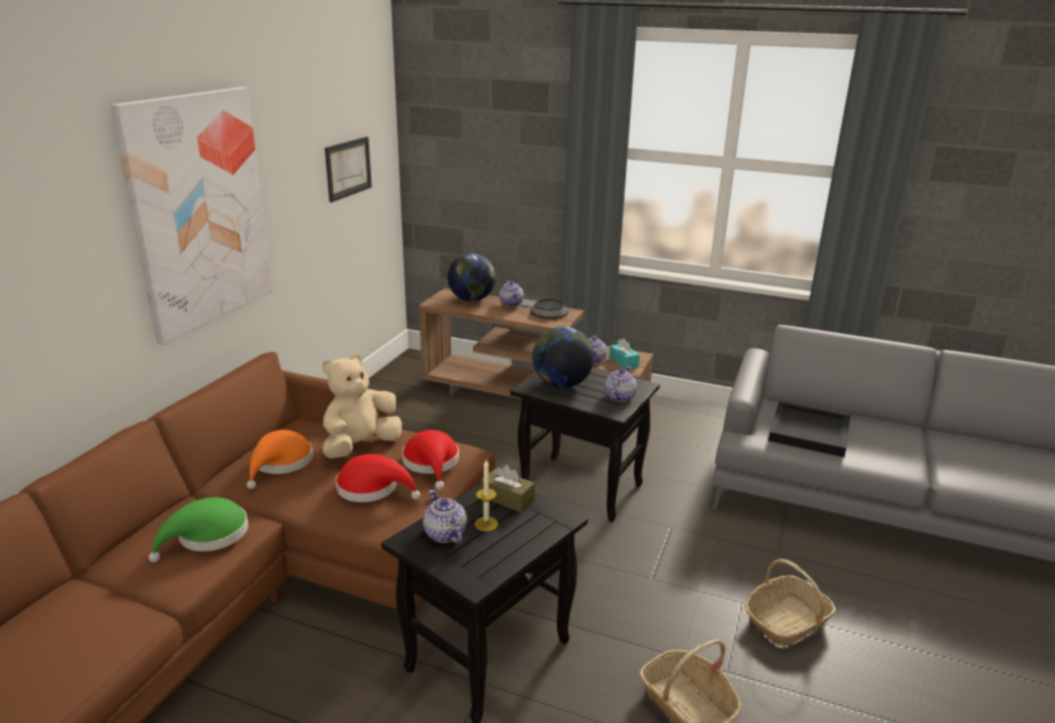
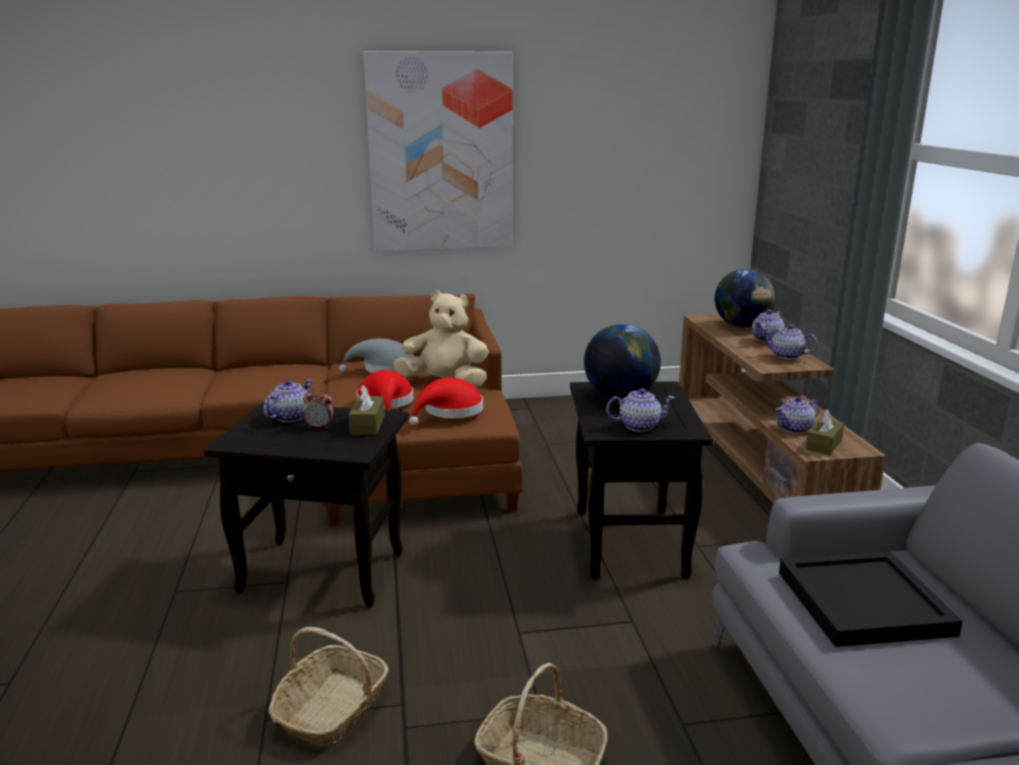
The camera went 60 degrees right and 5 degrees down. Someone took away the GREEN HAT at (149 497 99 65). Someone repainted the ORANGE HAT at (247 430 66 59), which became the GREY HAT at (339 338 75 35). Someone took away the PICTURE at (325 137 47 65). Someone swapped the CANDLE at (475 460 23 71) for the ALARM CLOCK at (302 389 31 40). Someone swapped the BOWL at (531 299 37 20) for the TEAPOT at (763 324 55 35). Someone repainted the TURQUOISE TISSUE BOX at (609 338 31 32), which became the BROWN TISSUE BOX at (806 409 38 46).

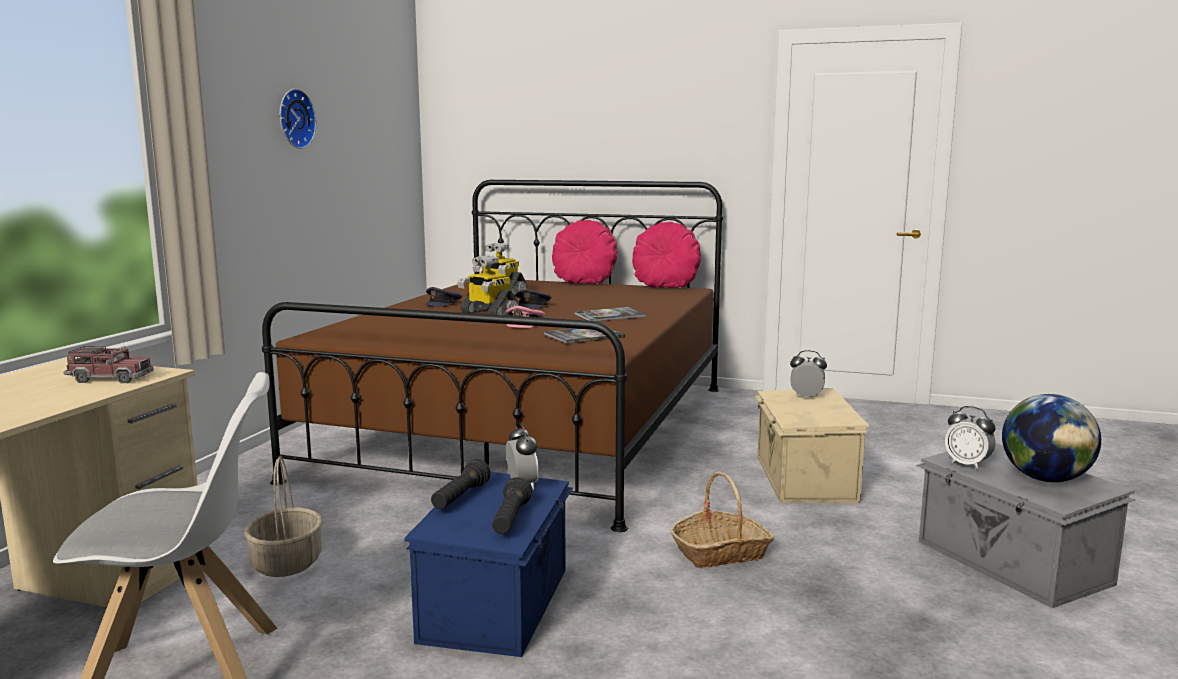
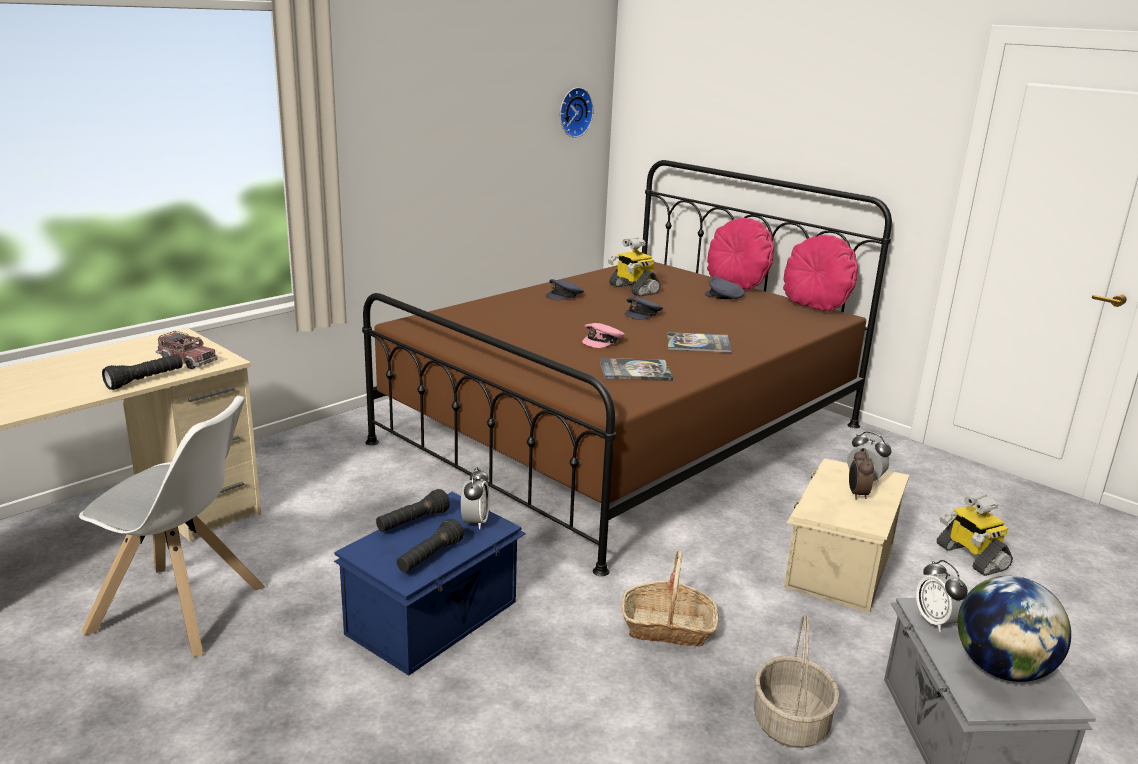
The camera went 25 degrees right and 10 degrees up. Someone carried the BASKET from (244 456 78 121) to (754 614 86 134). Someone carried the WALL CLOCK from (280 89 36 60) to (560 87 34 51). Someone carried the TOY ROBOT from (457 255 62 61) to (937 494 76 82). Someone put down the BLACK FLASHLIGHT at (102 354 81 36). Someone put down the GREY CAP at (704 276 40 23). Someone put down the ALARM CLOCK at (849 448 25 52).

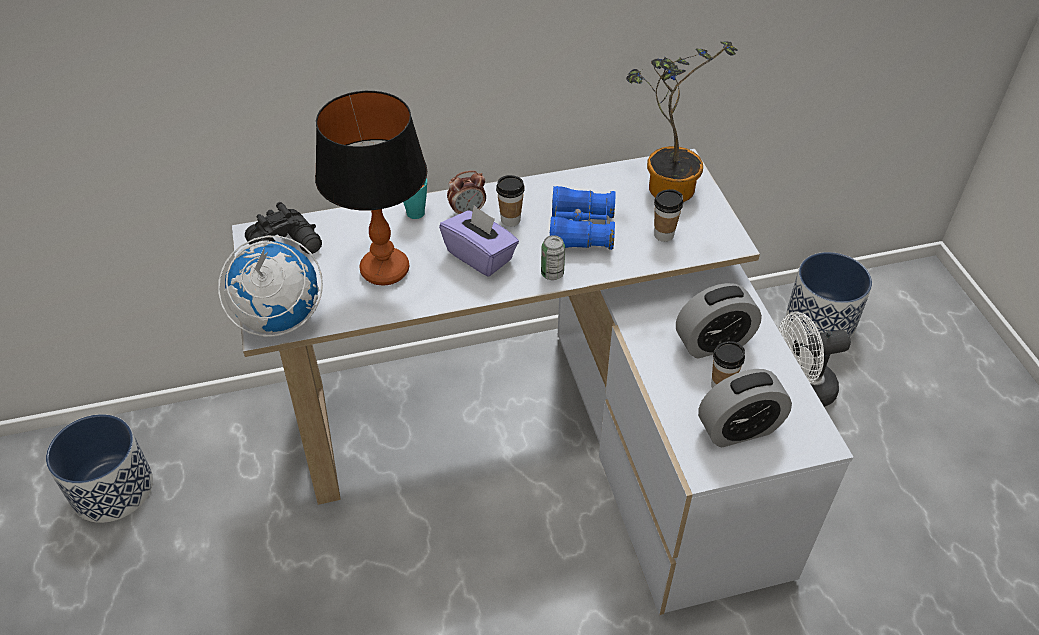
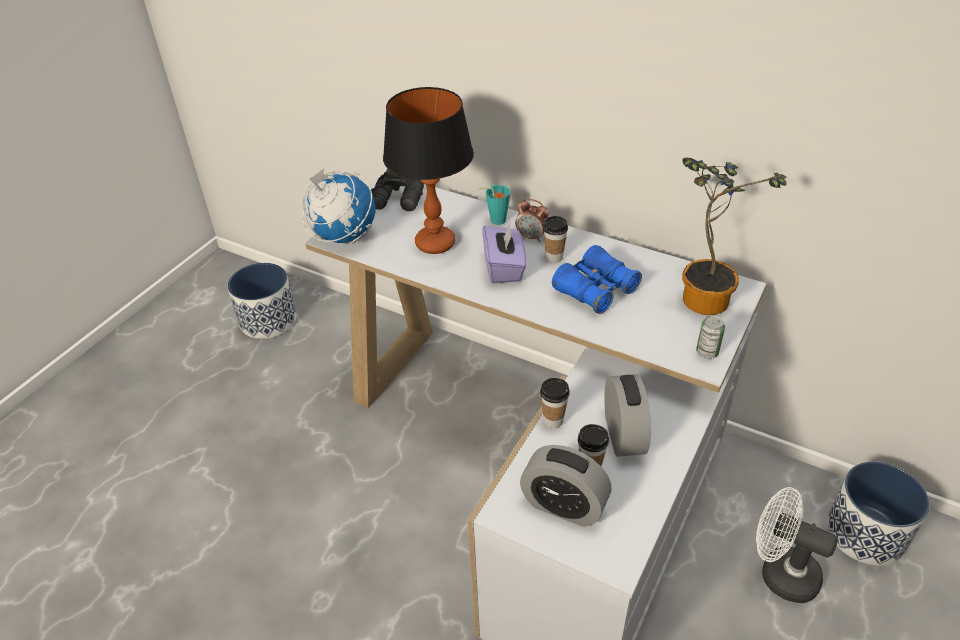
The camera went 45 degrees right and 5 degrees down. Someone carried the CAN from (541 235 24 45) to (696 315 29 44). Someone carried the CUP from (654 189 29 53) to (540 378 30 50). Someone rotated the ALARM CLOCK at (676 283 86 76) by 120 degrees counterclockwise.

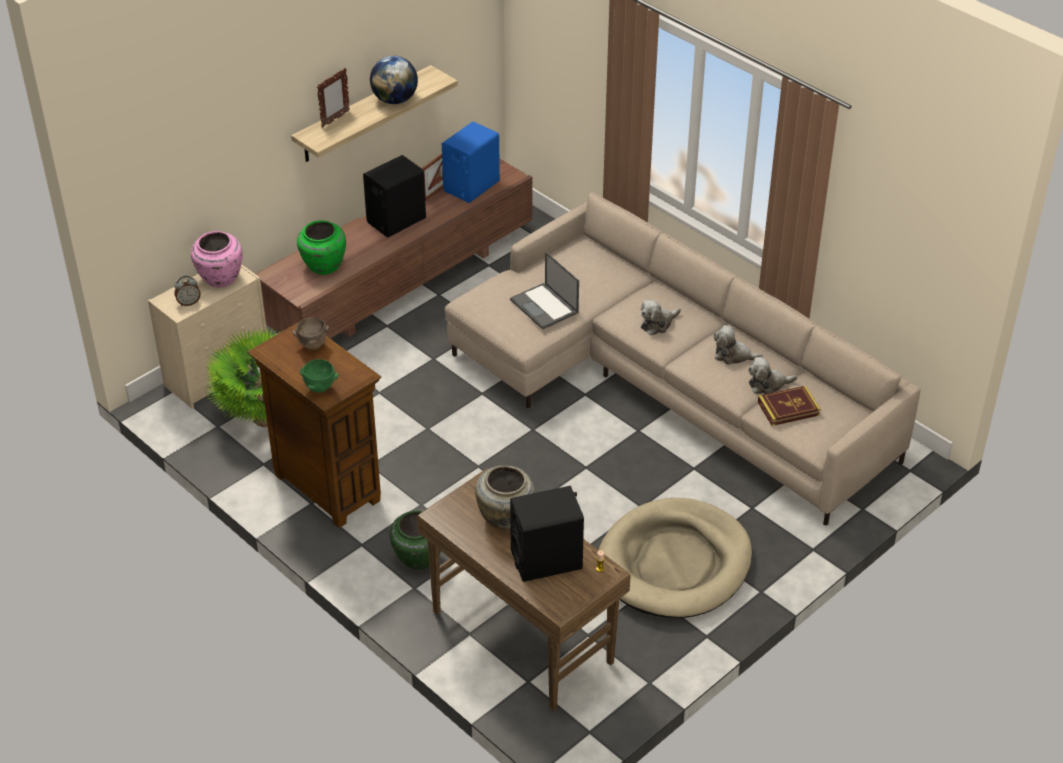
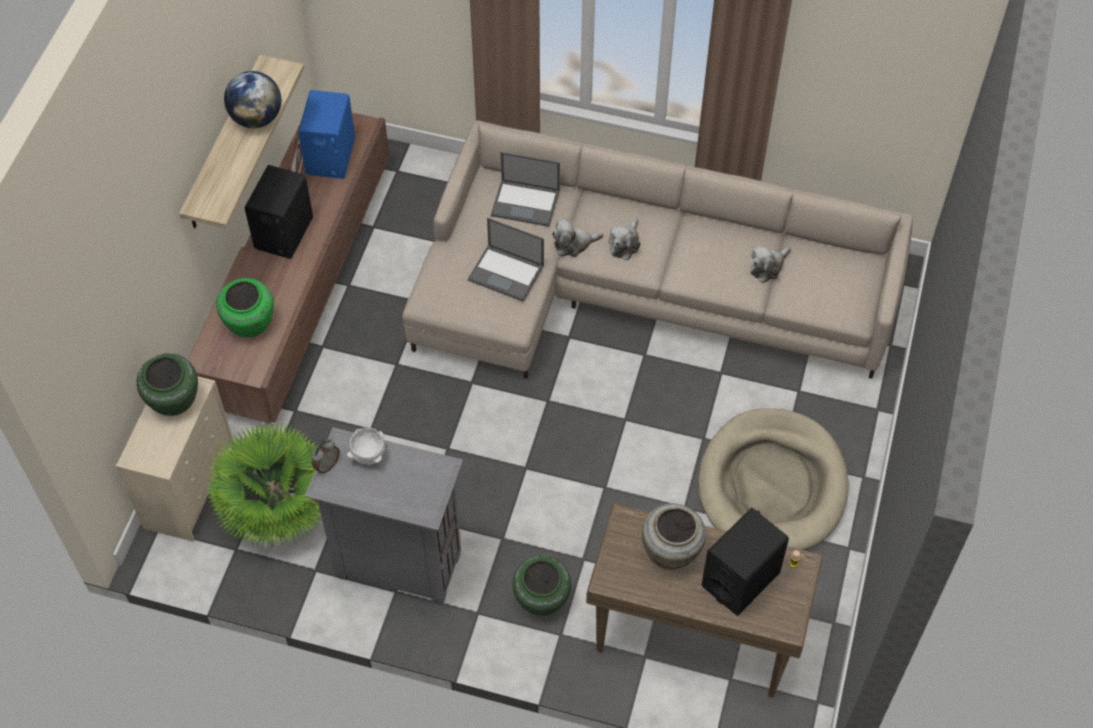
The camera went 30 degrees left and 15 degrees up. Someone carried the ALARM CLOCK from (174 276 27 30) to (312 439 28 35). Someone repainted the PINK VASE at (191 231 52 57), which became the GREEN VASE at (136 353 62 63). Someone repainted the BROWN CABINET at (247 322 135 206), which became the GREY CABINET at (305 427 158 178). Someone repainted the BROWN BOWL at (293 317 36 33), which became the WHITE BOWL at (347 428 38 37). Someone took away the GREEN BOWL at (300 359 38 34). Someone took away the PICTURE FRAME at (317 68 33 59). Someone carried the PLUSH TOY from (714 325 49 40) to (552 219 51 38). Someone took away the BOOK at (758 386 63 40). Someone put down the LAPTOP at (491 152 69 75).

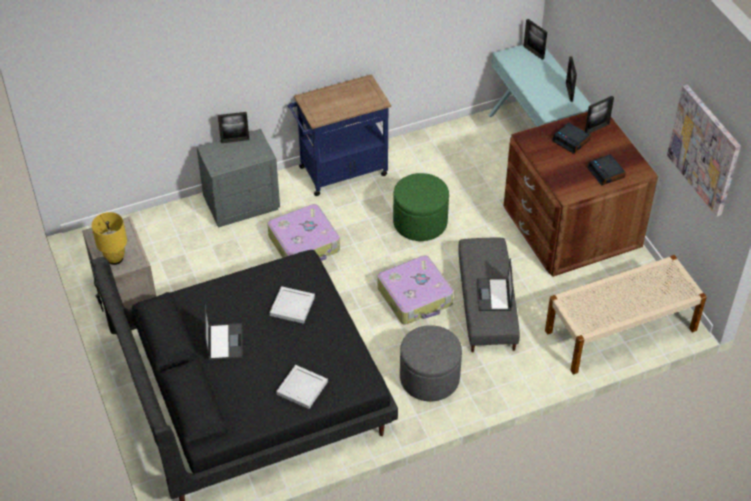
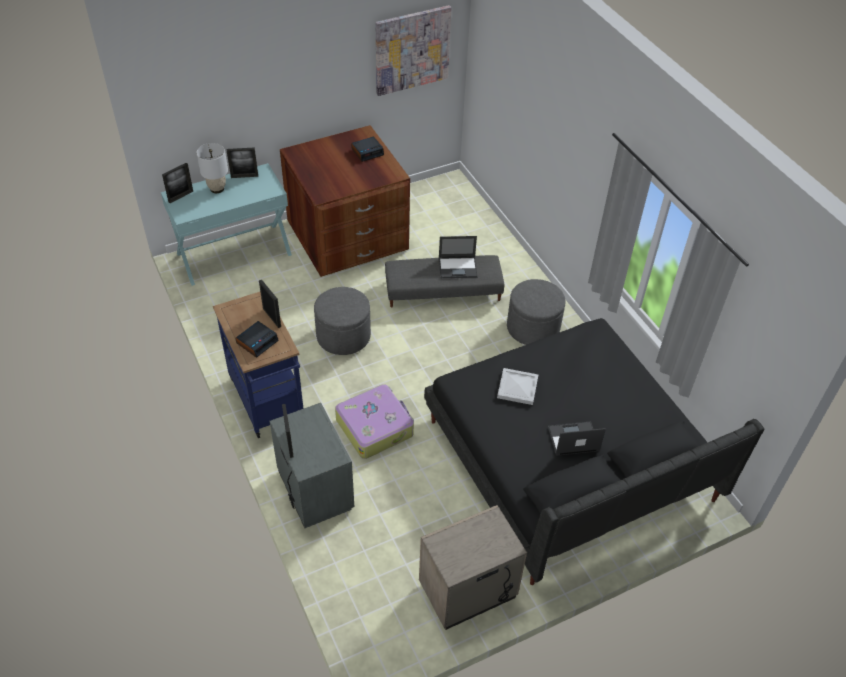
The camera went 95 degrees left and 0 degrees up. Someone took away the YELLOW TABLE LAMP at (92 212 35 53). Someone took away the WHITE TRAY at (276 365 52 44). Someone took away the SUITCASE at (377 255 76 70). Someone repainted the GREEN OTTOMAN at (393 173 56 68), which became the GREY OTTOMAN at (314 287 57 68). Someone took away the BEIGE BENCH at (545 255 162 120). Someone carried the ALARM CLOCK from (552 123 39 31) to (235 321 44 37). Someone carried the PICTURE FRAME from (585 96 29 38) to (259 279 22 49). Someone put down the WHITE TABLE LAMP at (196 143 32 50).

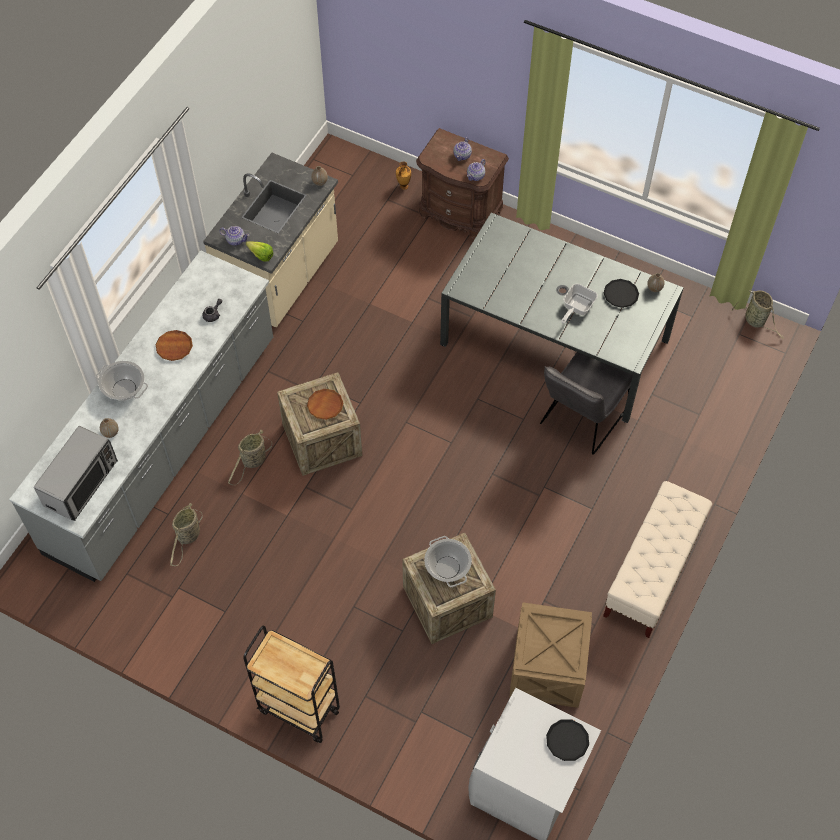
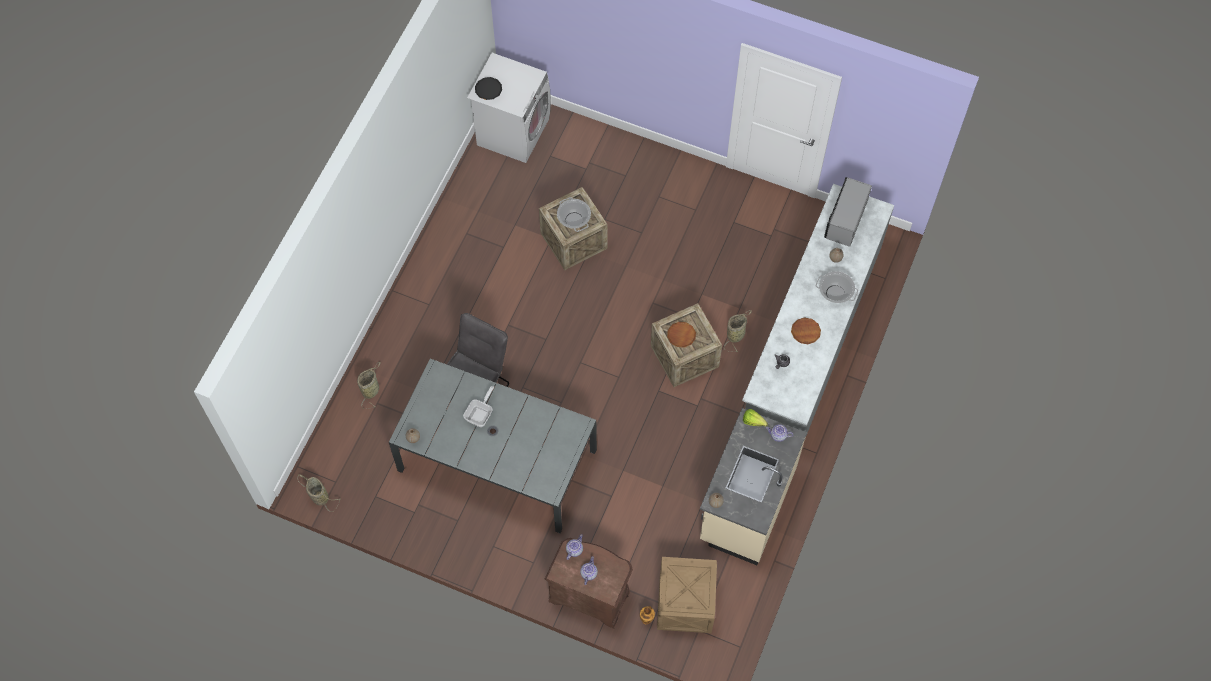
The camera went 175 degrees right and 5 degrees up. Someone carried the BASKET from (170 503 33 63) to (357 362 24 47). Someone took away the BROWN CART at (243 626 97 117). Someone carried the CRATE from (509 602 83 106) to (657 557 60 76). Someone took away the BEIGE BENCH at (603 481 109 157). Someone took away the BLACK PLATE at (604 279 35 29).

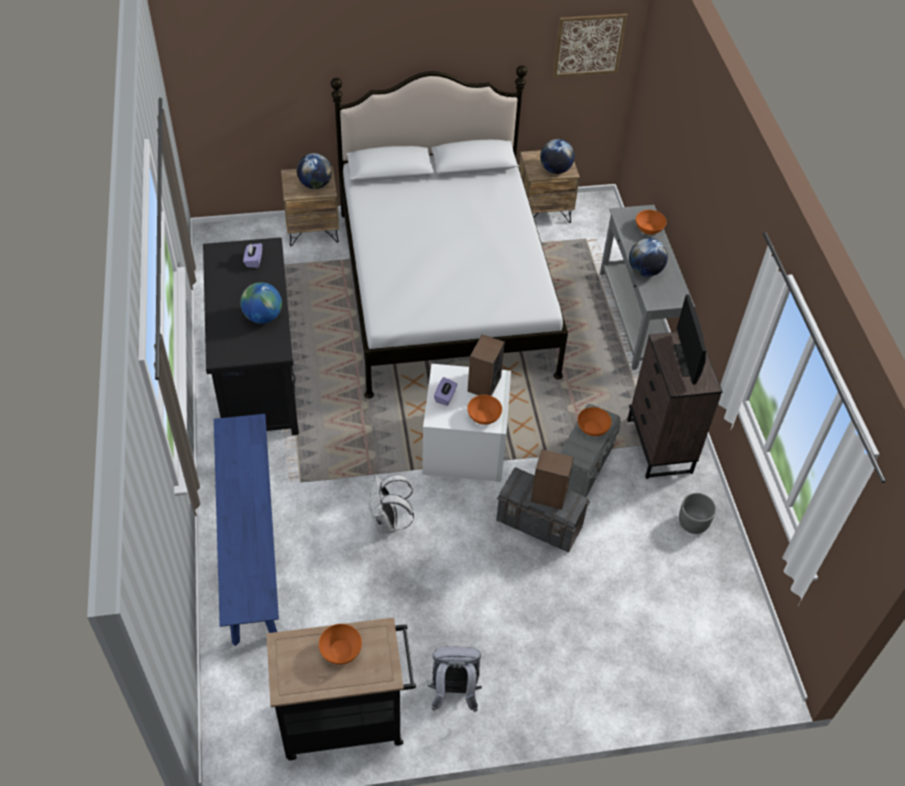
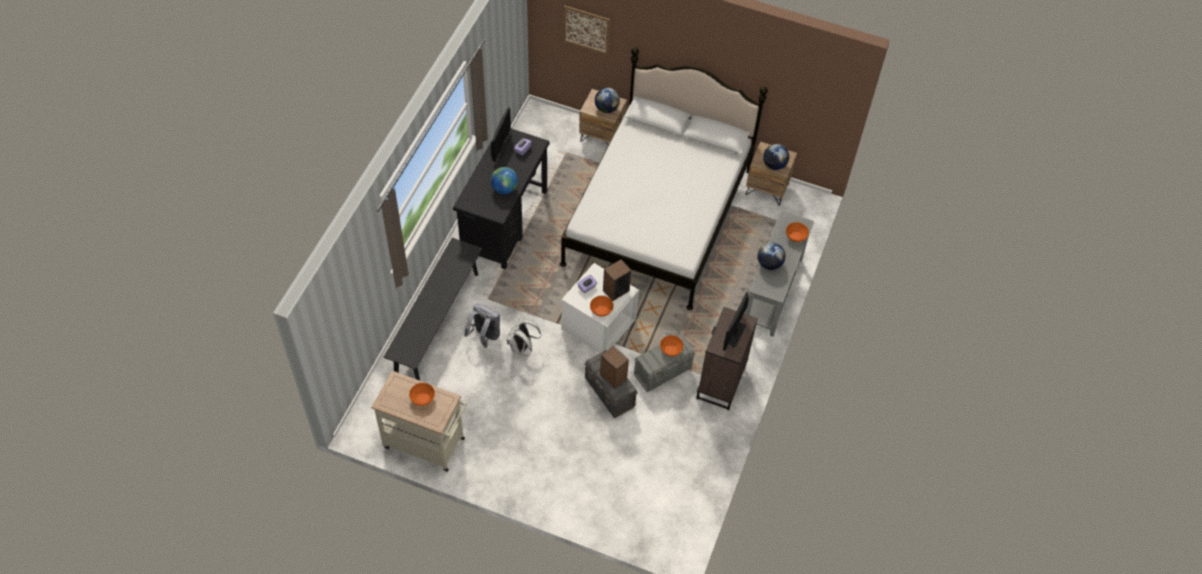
The camera went 30 degrees right and 5 degrees up. Someone repainted the BLUE BENCH at (214 414 65 232), which became the BLACK BENCH at (383 238 100 143). Someone repainted the BLACK CART at (266 617 150 144), which became the BEIGE CART at (371 371 96 101). Someone carried the GREY BACKPACK from (428 646 54 66) to (464 304 36 44). Someone carried the PICTURE from (553 14 74 64) to (563 5 47 50). Someone took away the GREY PLANTER at (679 493 37 41). Someone put down the MONITOR at (490 107 21 55).

